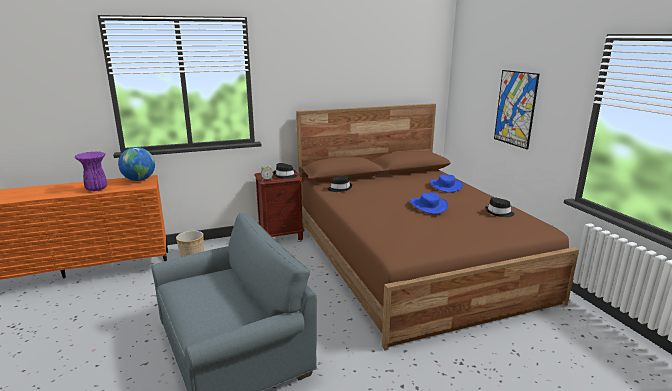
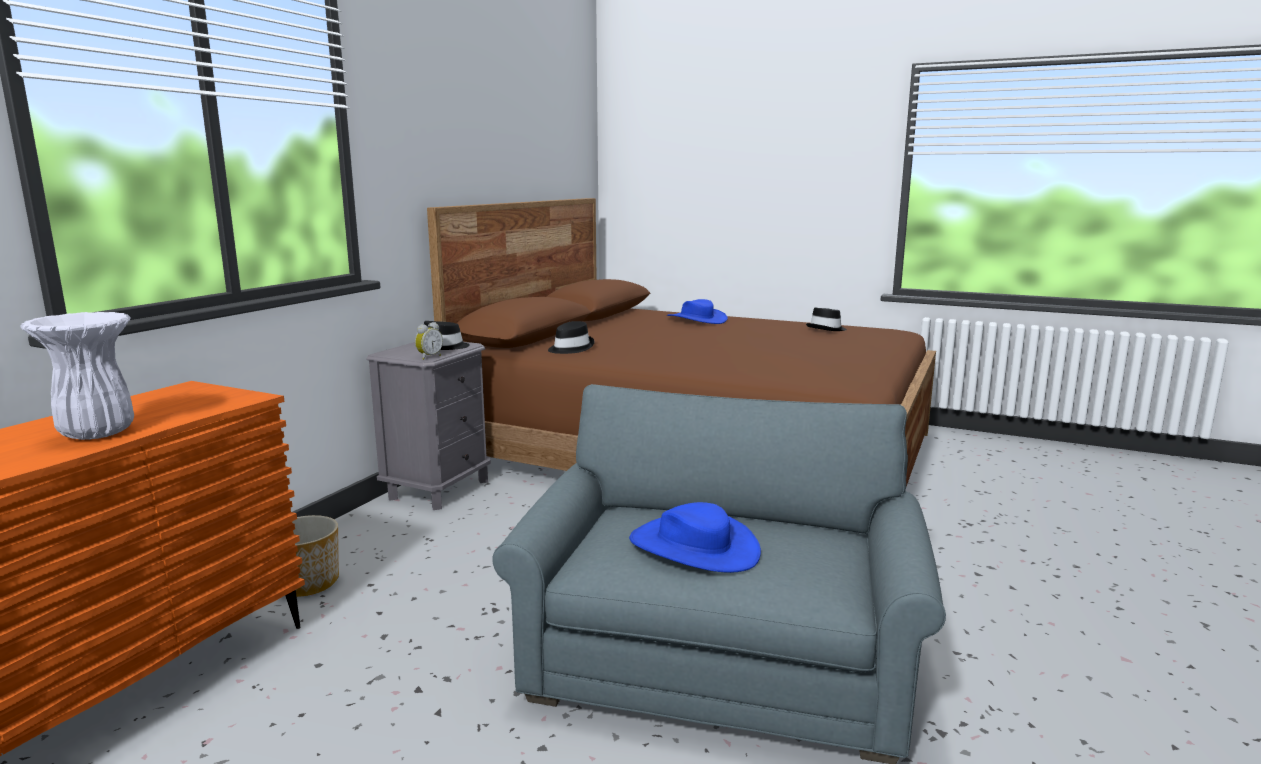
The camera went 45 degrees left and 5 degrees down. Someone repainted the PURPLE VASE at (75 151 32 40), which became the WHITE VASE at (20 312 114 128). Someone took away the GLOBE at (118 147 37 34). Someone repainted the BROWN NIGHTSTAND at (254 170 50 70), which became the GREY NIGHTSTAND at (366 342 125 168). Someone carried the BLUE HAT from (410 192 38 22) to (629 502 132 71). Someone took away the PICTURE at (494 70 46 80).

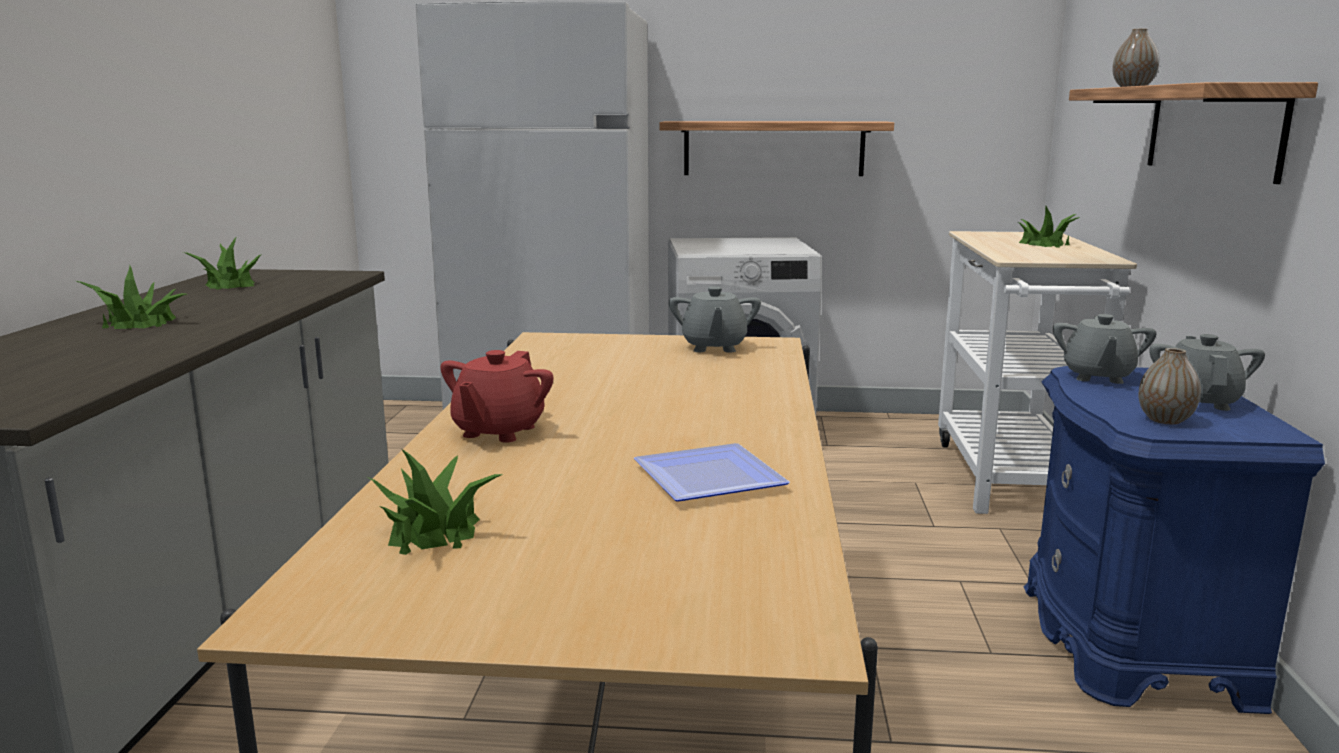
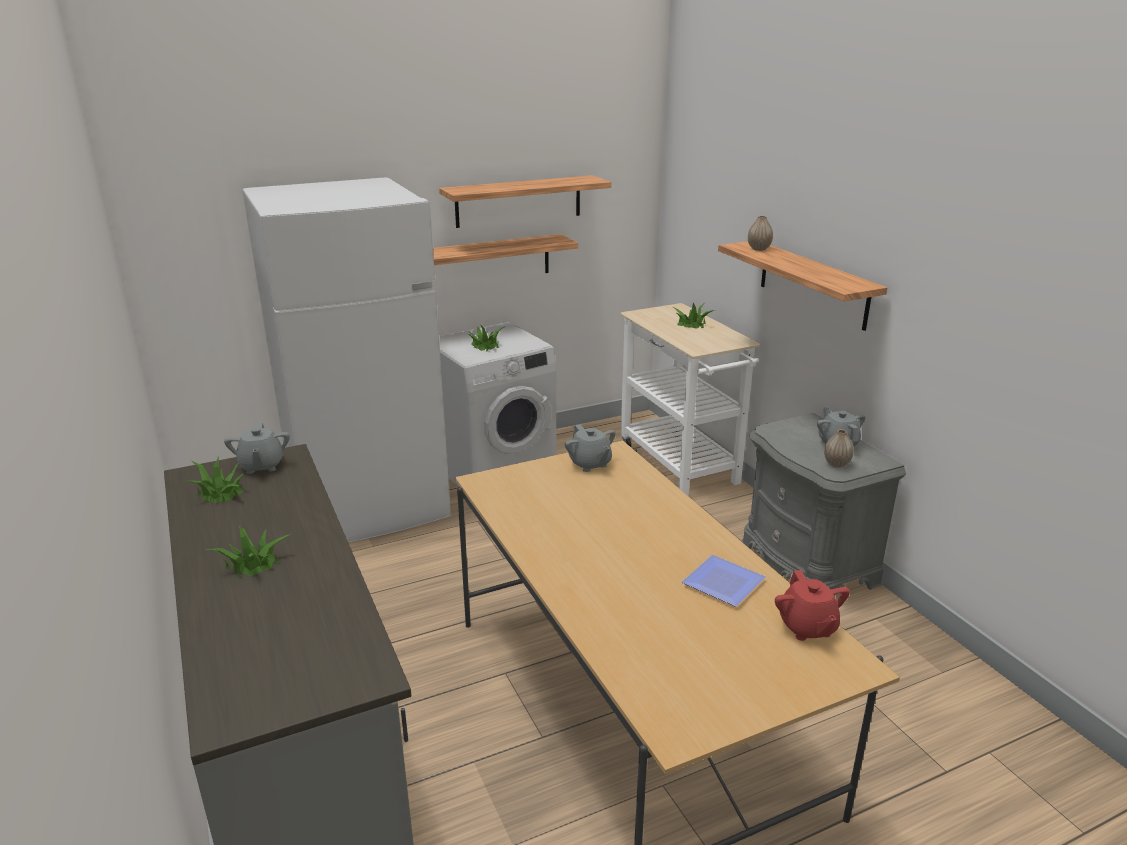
The camera went 30 degrees left and 10 degrees up. Someone carried the POTTED PLANT from (367 449 136 106) to (469 324 37 27). Someone carried the RED TEAPOT from (440 350 113 93) to (775 570 75 71). Someone repainted the BLUE NIGHTSTAND at (1024 366 301 348), which became the GREY NIGHTSTAND at (741 413 165 184). Someone carried the GREY TEAPOT from (1053 314 103 70) to (224 423 66 51). Someone put up the SHELF at (439 175 172 53).

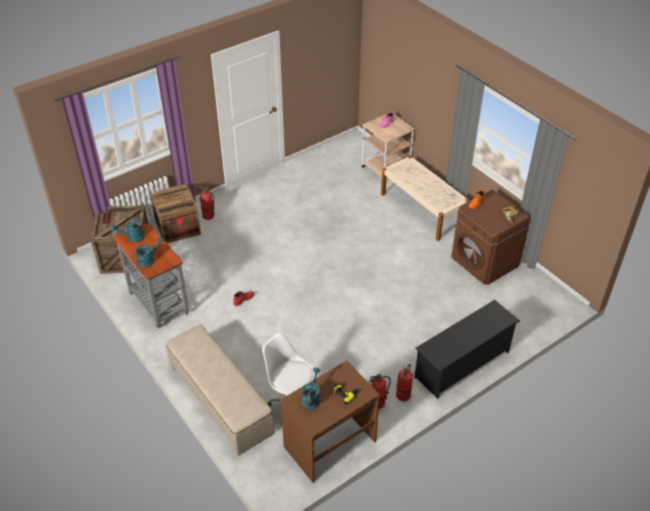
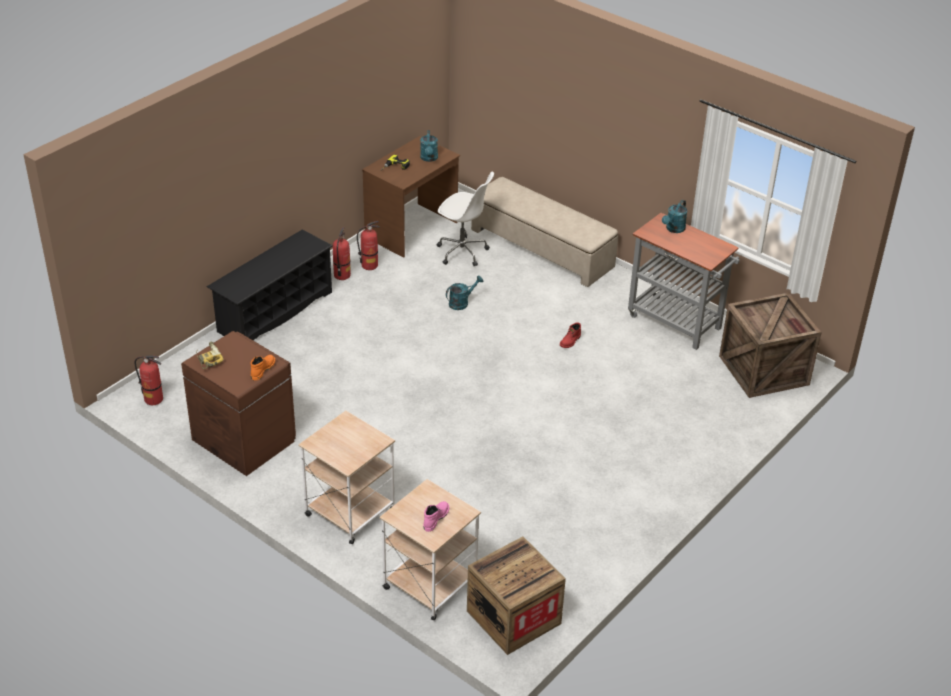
The camera went 165 degrees right and 5 degrees down. Someone carried the TURQUOISE WATERING CAN from (111 219 35 24) to (446 275 37 35). Someone carried the CRATE from (150 184 51 59) to (467 536 99 119). Someone carried the FIRE EXTINGUISHER from (198 186 17 34) to (134 356 29 49). Someone swapped the BEIGE BENCH at (381 156 89 85) for the BEIGE CART at (298 411 97 133).

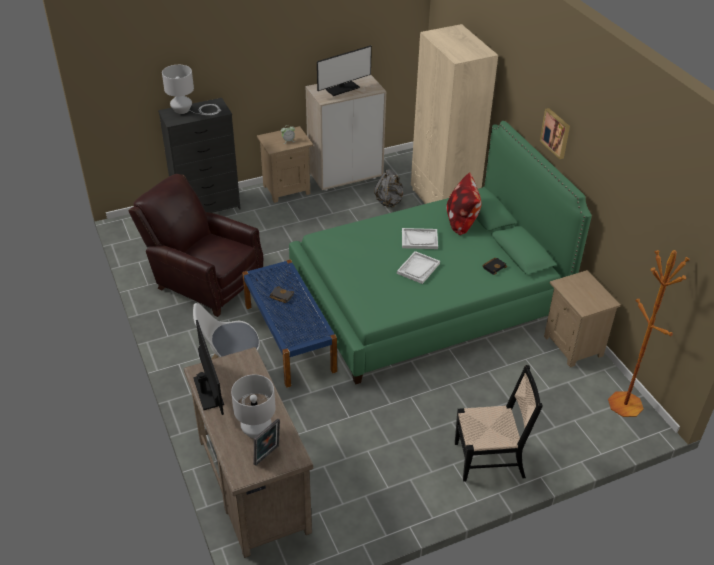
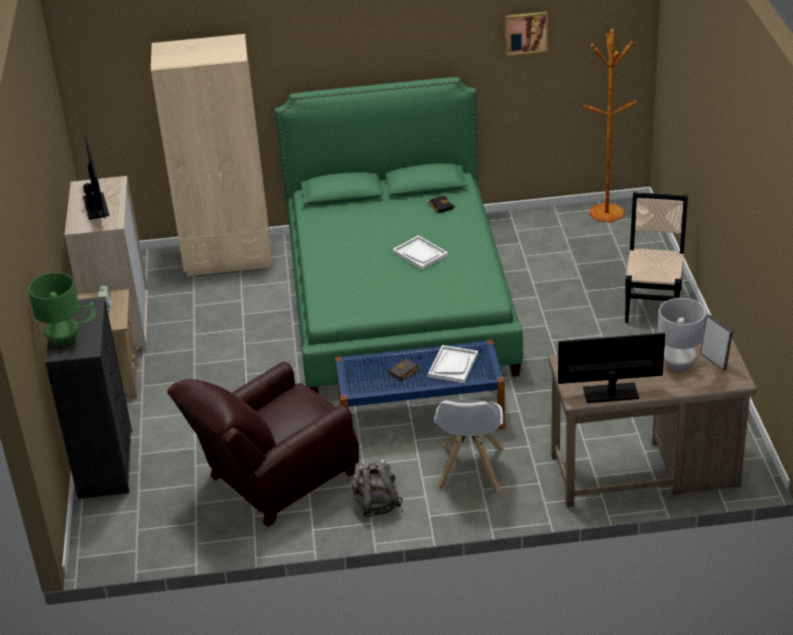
The camera went 70 degrees left and 5 degrees down. Someone repainted the GREY TABLE LAMP at (162 65 59 50), which became the GREEN TABLE LAMP at (28 273 69 73). Someone carried the GREY BACKPACK from (374 169 30 38) to (351 459 52 58). Someone carried the WHITE TRAY from (402 228 36 21) to (428 345 50 38). Someone took away the PILLOW at (446 173 36 62). Someone carried the PICTURE from (540 108 30 51) to (505 11 43 45). Someone took away the BEIGE NIGHTSTAND at (544 270 77 97).

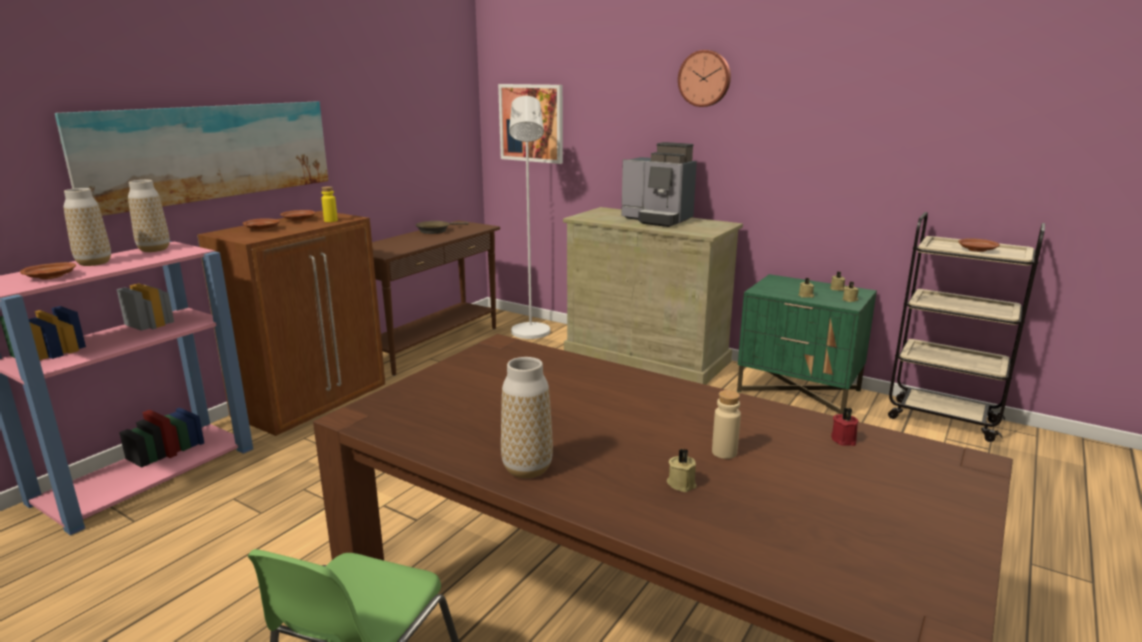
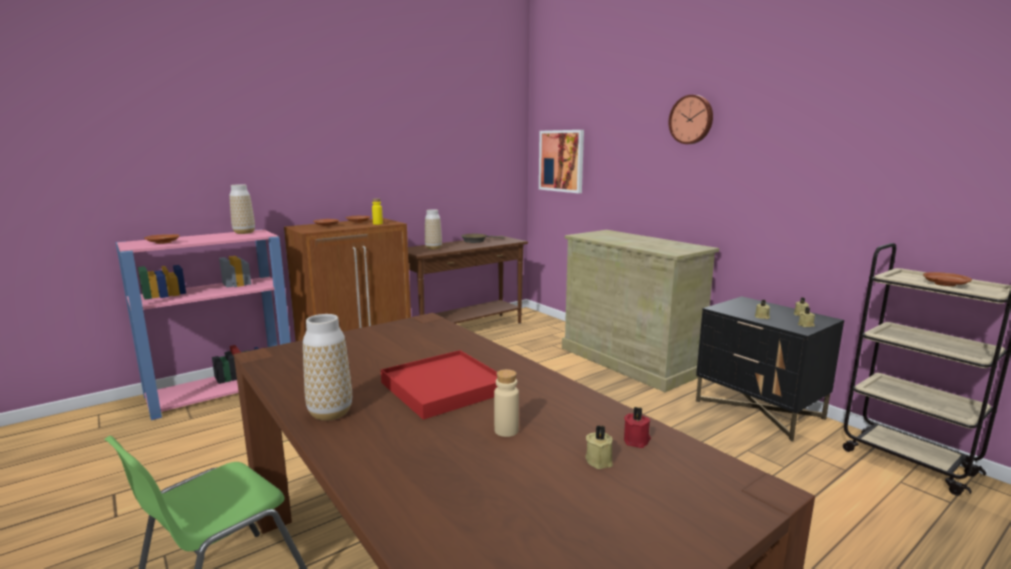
The camera went 20 degrees right and 5 degrees down. Someone took away the PICTURE at (55 101 273 115). Someone carried the VASE from (64 188 47 78) to (425 209 17 41). Someone took away the WHITE FLOOR LAMP at (509 96 41 243). Someone took away the COFFEE MACHINE at (621 142 76 85). Someone carried the BEIGE CANDLE from (667 449 30 43) to (585 425 28 44). Someone repainted the GREEN NIGHTSTAND at (737 274 140 140), which became the BLACK NIGHTSTAND at (696 296 148 145). Someone put down the RED TRAY at (381 350 117 70).

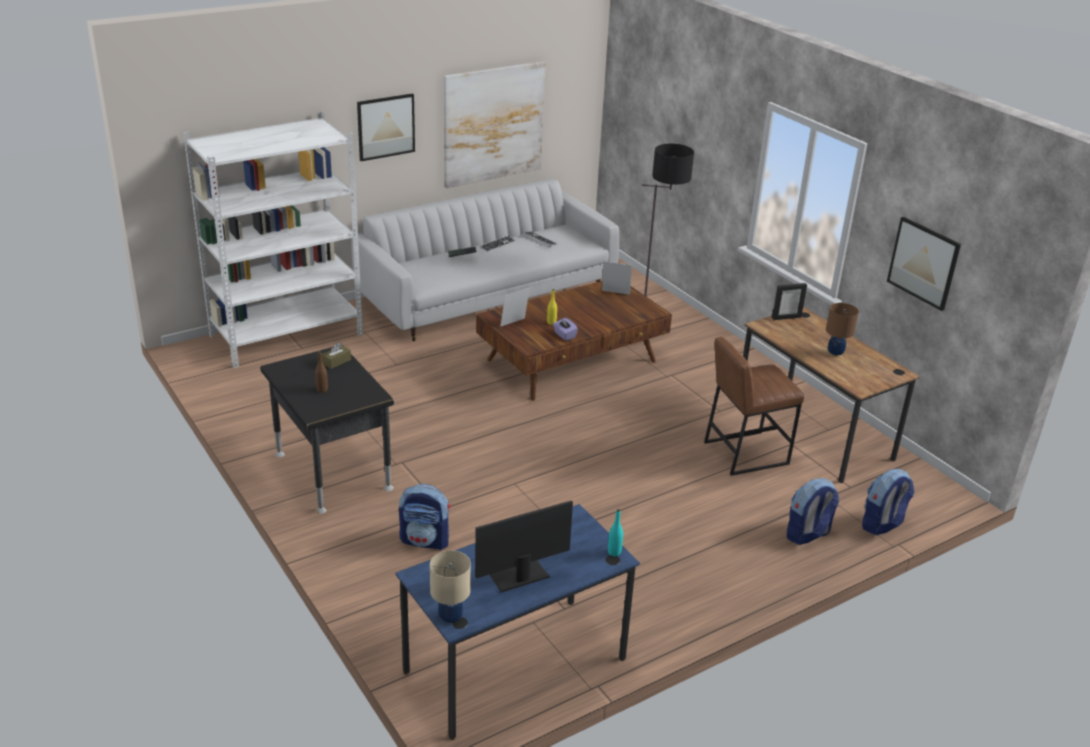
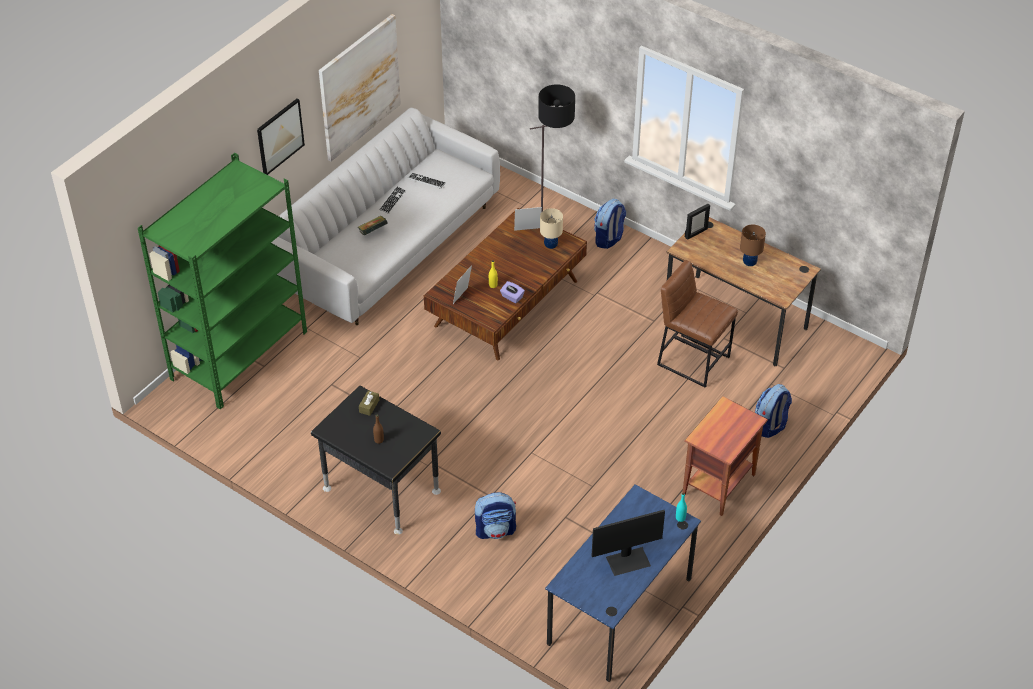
The camera went 20 degrees left and 15 degrees up. Someone repainted the WHITE BOOKCASE at (183 111 180 257), which became the GREEN BOOKCASE at (138 153 169 257). Someone carried the BEIGE TABLE LAMP from (430 550 41 73) to (540 208 23 41). Someone rotated the MONITOR at (475 500 98 93) by 150 degrees counterclockwise. Someone rotated the BROWN CHAIR at (704 337 100 139) by 75 degrees clockwise. Someone carried the BACKPACK from (862 469 52 66) to (594 199 32 50). Someone took away the PICTURE at (887 217 74 94). Someone put down the NIGHTSTAND at (683 396 85 120).

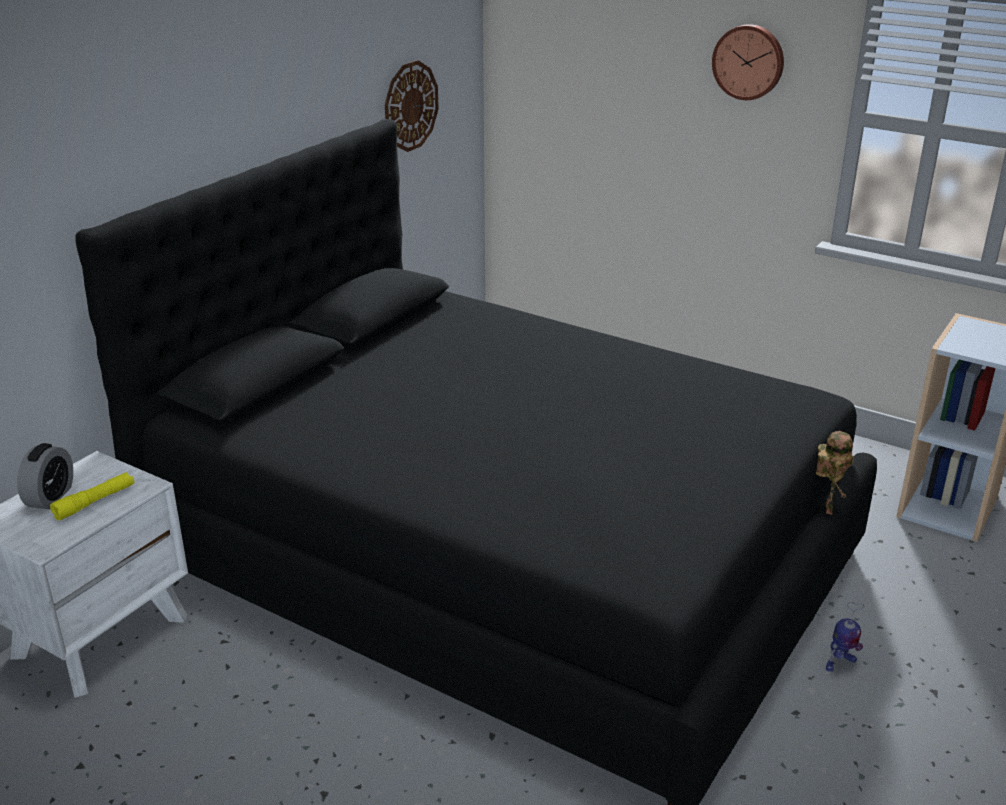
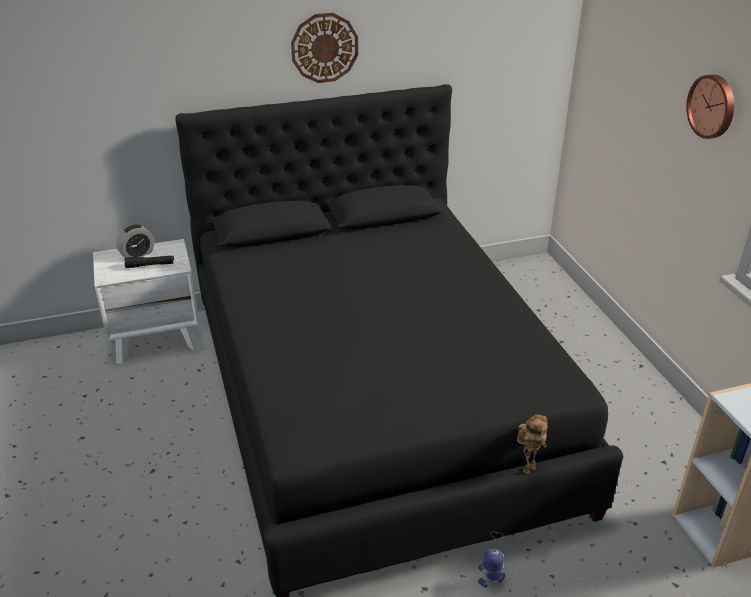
The camera went 40 degrees right and 5 degrees up. Someone repainted the YELLOW FLASHLIGHT at (50 472 84 48), which became the BLACK FLASHLIGHT at (124 256 50 12). Someone carried the WALL CLOCK from (385 60 54 92) to (291 13 67 70). Someone rotated the TOY ROBOT at (826 602 38 70) by 150 degrees clockwise.

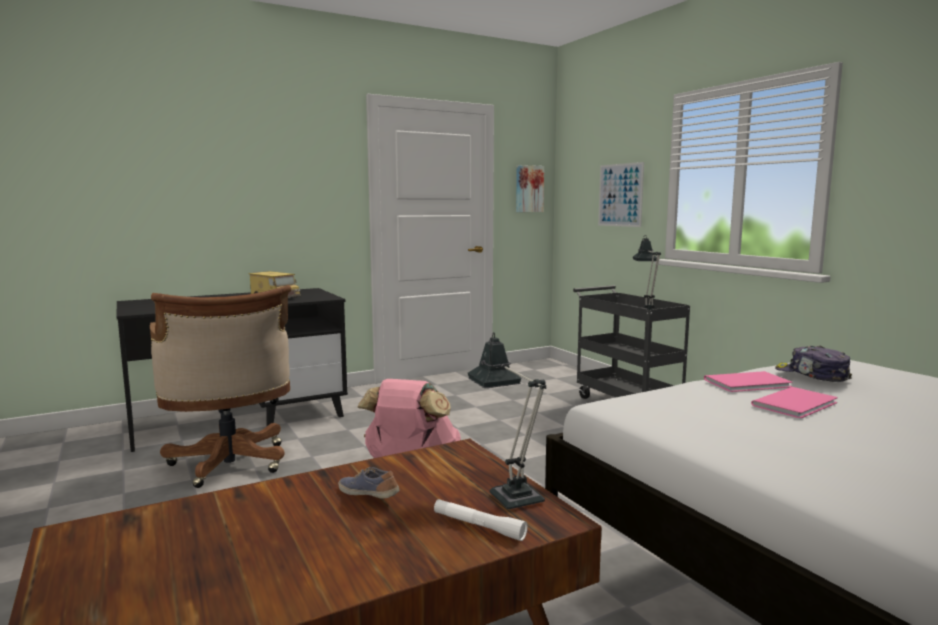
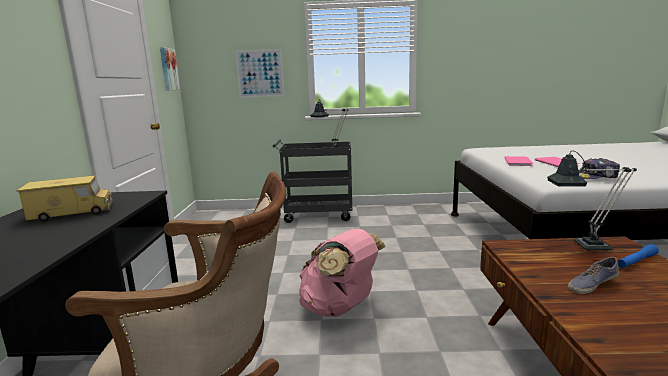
The camera went 60 degrees left and 5 degrees up. Someone repainted the WHITE FLASHLIGHT at (434 499 94 42), which became the BLUE FLASHLIGHT at (618 244 41 24). Someone carried the CAP from (775 346 77 36) to (579 158 41 21).

